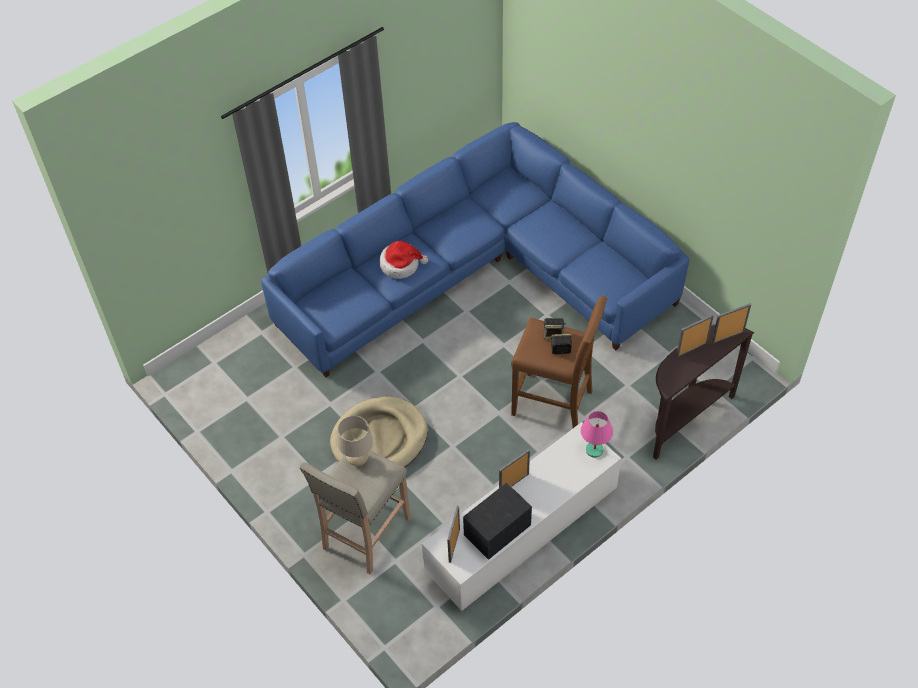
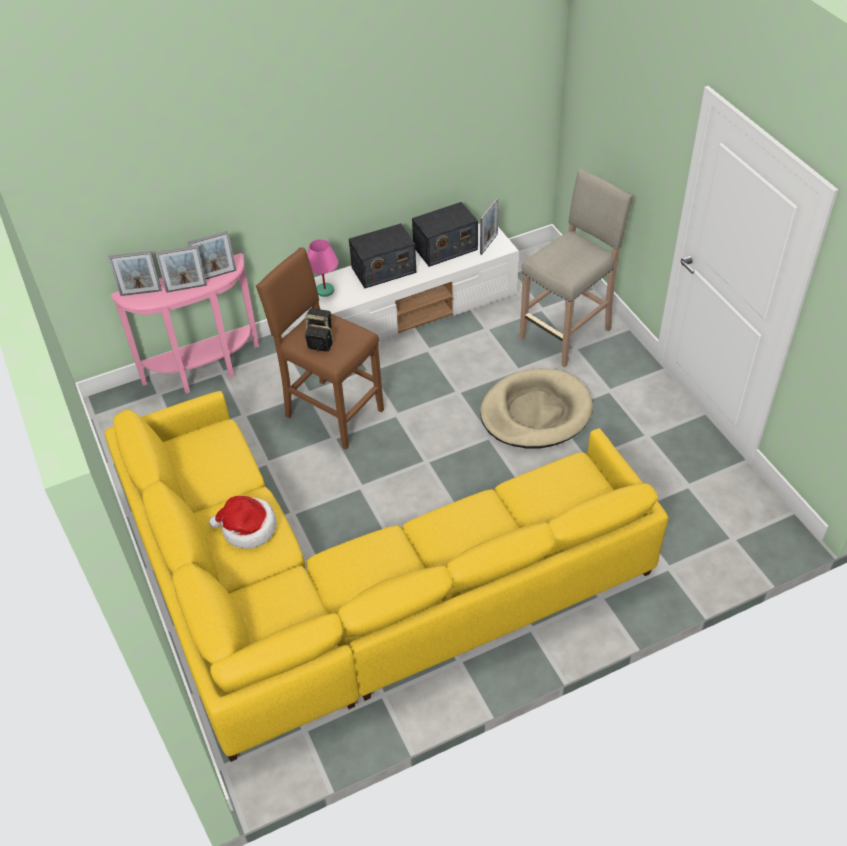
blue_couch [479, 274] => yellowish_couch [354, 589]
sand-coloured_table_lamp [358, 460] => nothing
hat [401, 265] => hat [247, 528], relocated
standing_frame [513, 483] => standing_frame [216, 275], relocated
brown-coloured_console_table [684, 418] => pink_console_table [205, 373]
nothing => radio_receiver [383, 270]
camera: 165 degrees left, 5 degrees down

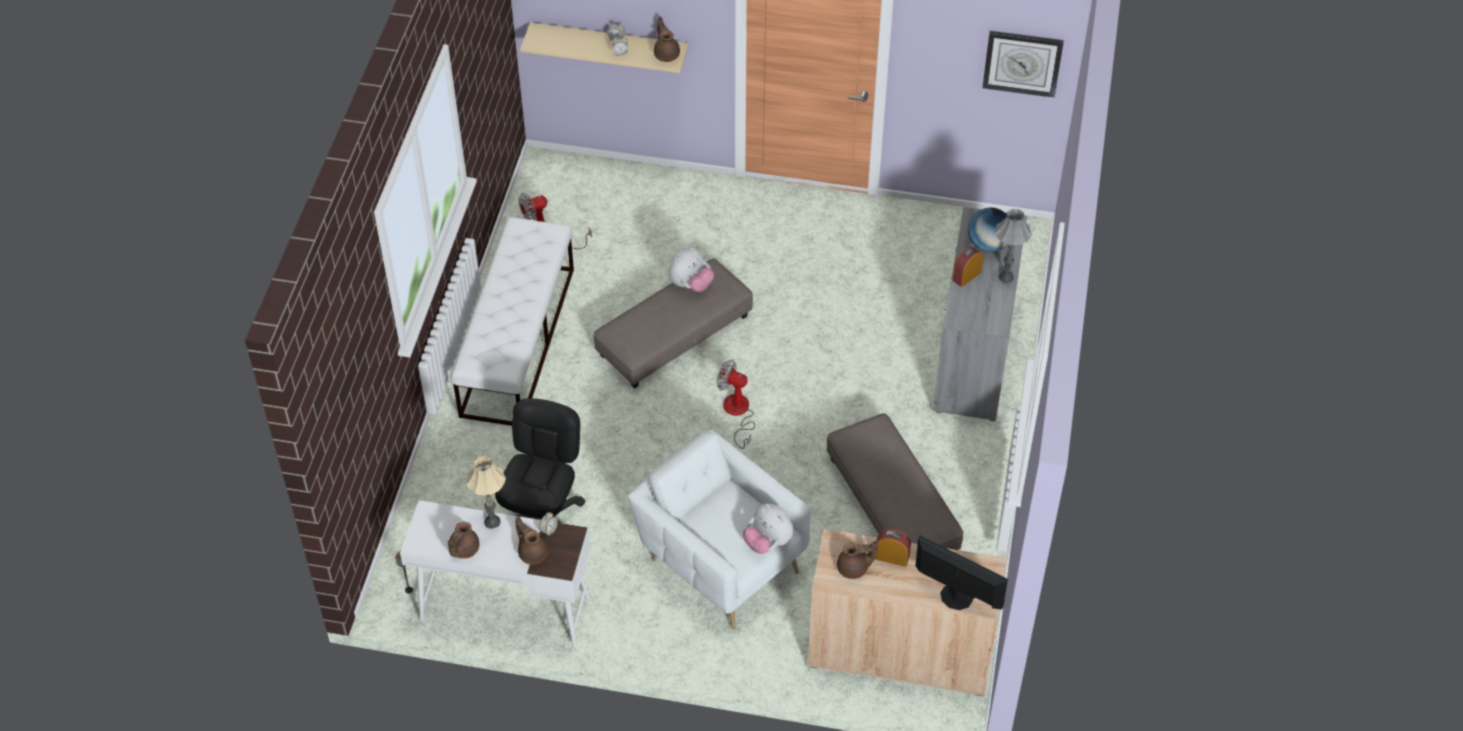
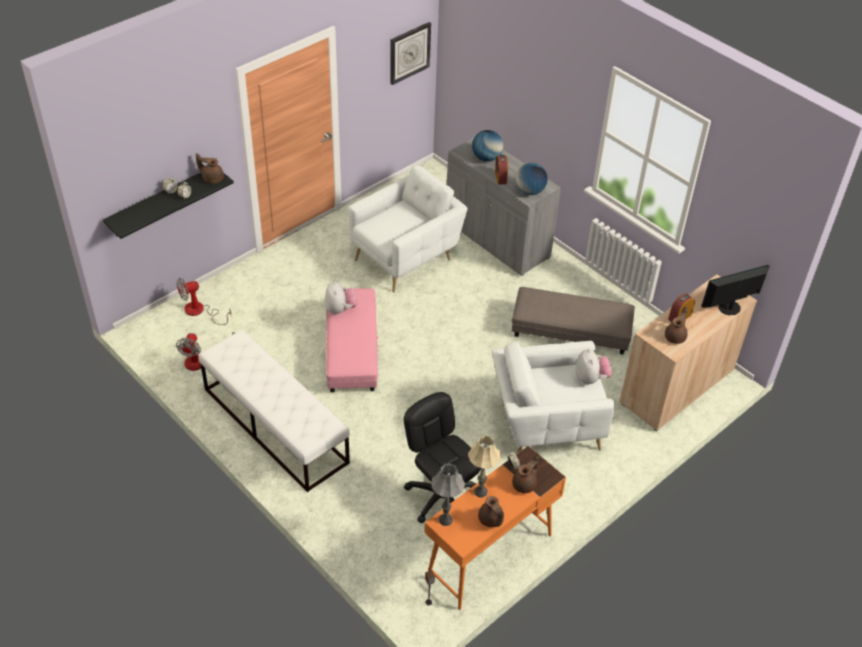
white_desk [504, 608] => orange_desk [489, 556]
brown-coloured_pot_for_tea [532, 552] => brown-coloured_pot_for_tea [525, 484], 135 degrees clockwise
sand-coloured_bracket_shelf [609, 45] => black_bracket_shelf [162, 202]
gray_footrest [674, 336] => pink_footrest [352, 349]
fan [737, 413] => fan [200, 311], relocated
soft_toy [768, 542] => soft_toy [590, 378], 90 degrees counterclockwise
gray_table_lamp [1006, 277] => gray_table_lamp [445, 520], relocated
nothing => white_lounge_chair [406, 258]
nothing => world_globe [529, 191]
camera: 55 degrees left, 5 degrees down

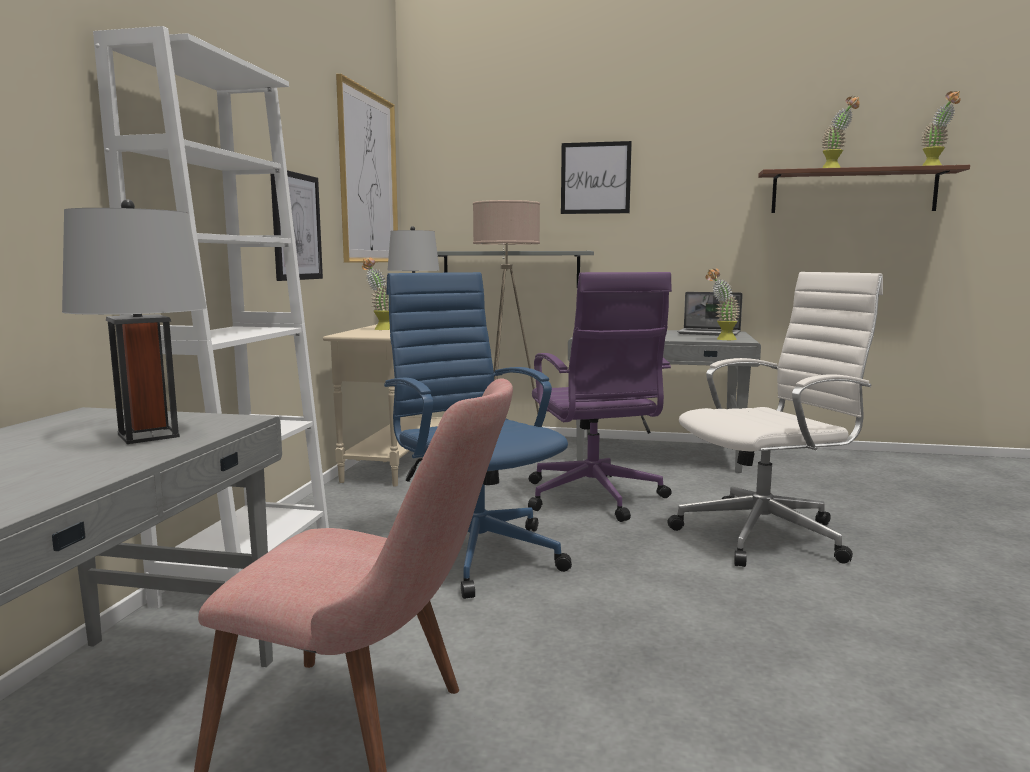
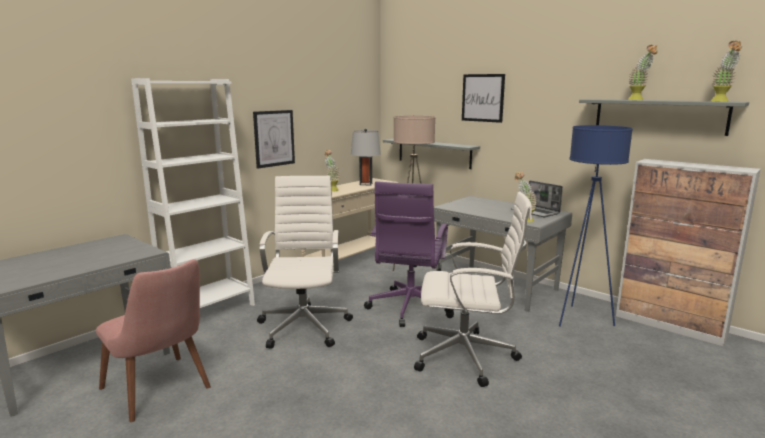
gray_table_lamp [148, 435] => nothing
wall_picture [368, 178] => nothing
blue_desk_chair [474, 553] => white_desk_chair [305, 326]
brown-coloured_bracket_shelf [853, 191] => gray_bracket_shelf [659, 116]
nothing => blue_floor_lamp [581, 319]
nothing => cabinet [670, 325]
camera: 30 degrees right, 5 degrees up

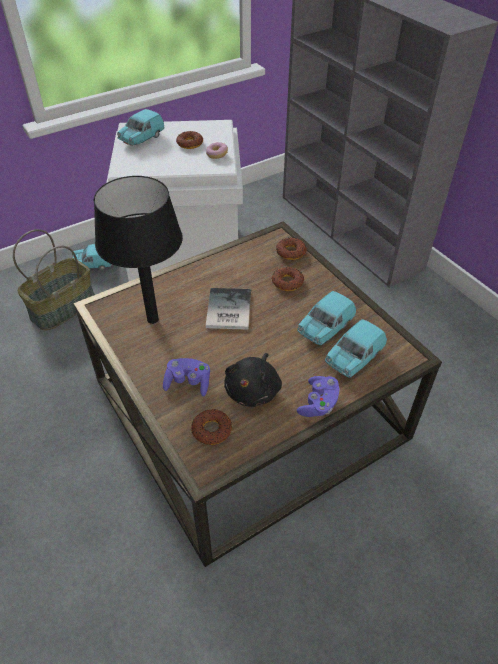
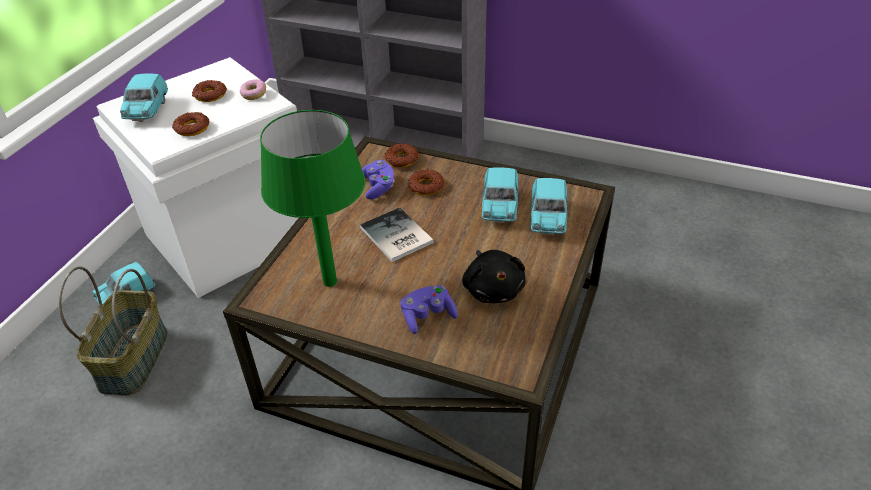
black_table_lamp [152, 319] => green-coloured_table_lamp [329, 282]
doughnut [212, 430] => doughnut [192, 128], relocated
purple-coloured_game_controller [318, 403] => purple-coloured_game_controller [378, 187], relocated
camera: 35 degrees left, 5 degrees down

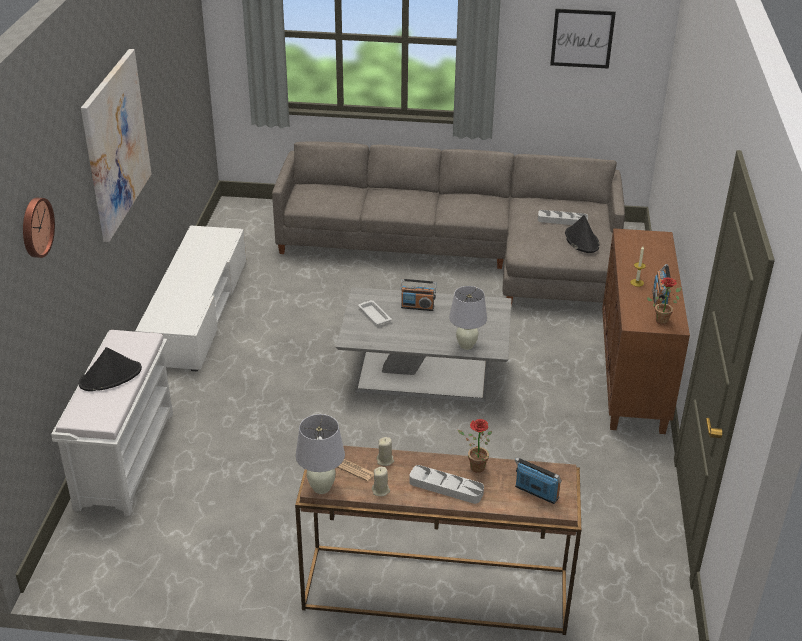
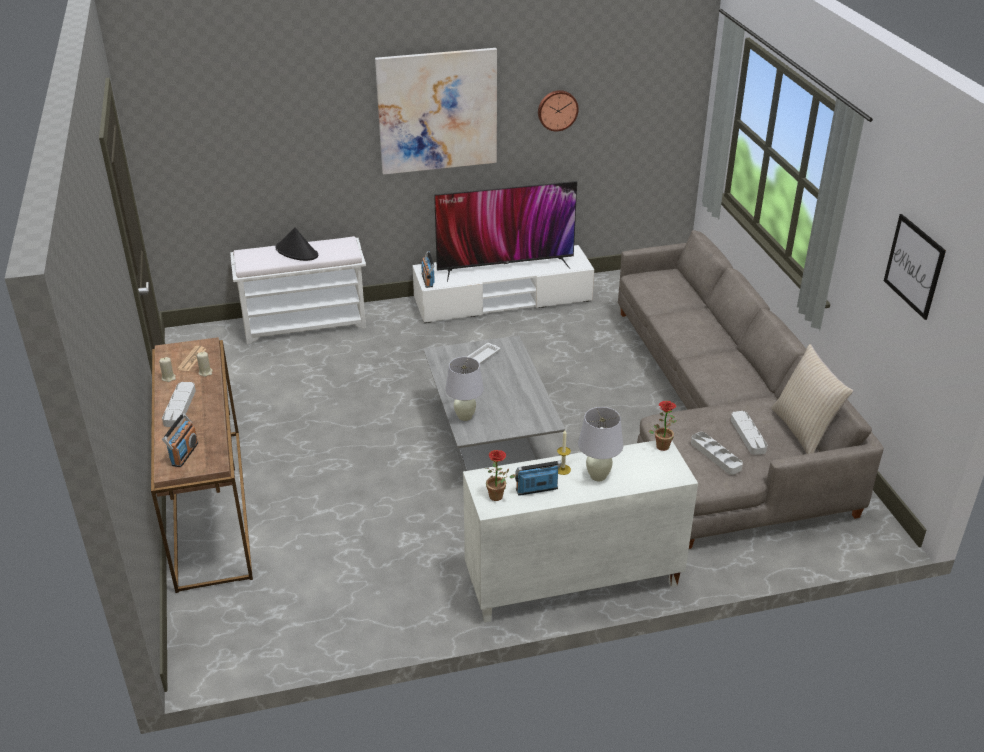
wall_clock [35, 227] => wall_clock [557, 110], relocated
white_table_lamp [321, 488] => white_table_lamp [598, 476], relocated
radio_receiver [417, 307] => radio_receiver [427, 280], relocated
potted_plant [474, 467] => potted_plant [661, 444], relocated
black_hat [581, 240] => gray_serving_tray [715, 456]
brown-coloured_cabinet [633, 377] => white_cabinet [572, 583]
nothing => TV [505, 266]
nothing => sand-coloured_cushion [803, 430]
camera: 70 degrees right, 0 degrees up

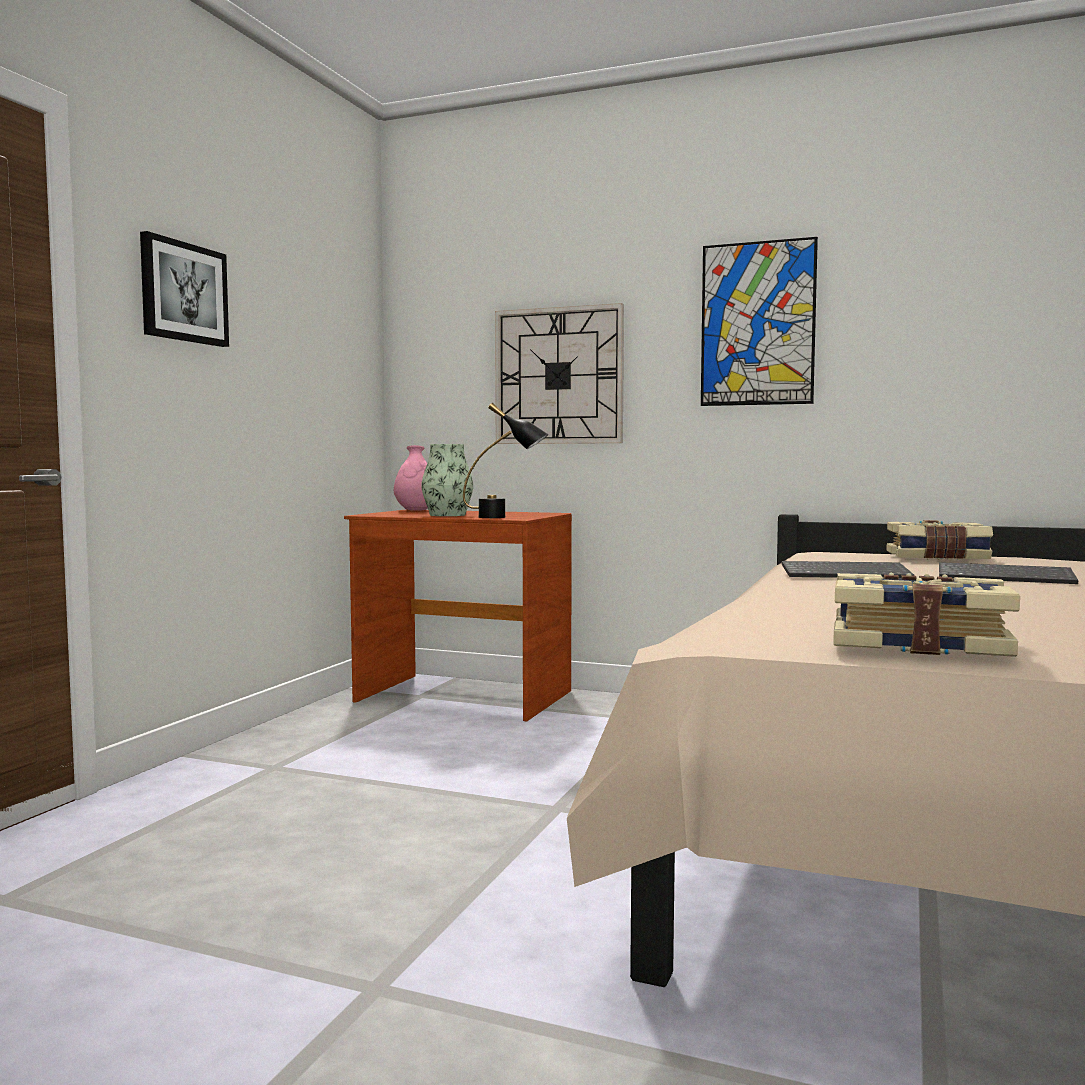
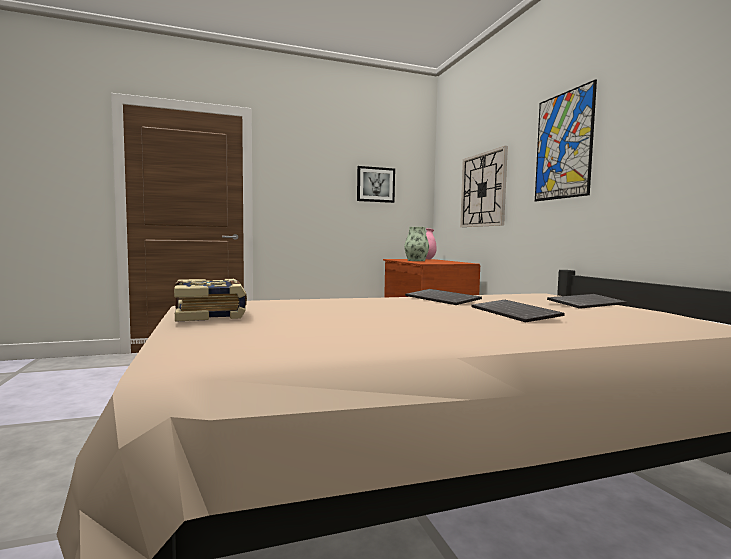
wall_picture [183, 292] => wall_picture [375, 184], relocated
black_table_lamp [505, 517] => nothing
book [937, 557] => computer_keyboard [586, 303]
camera: 50 degrees right, 0 degrees up

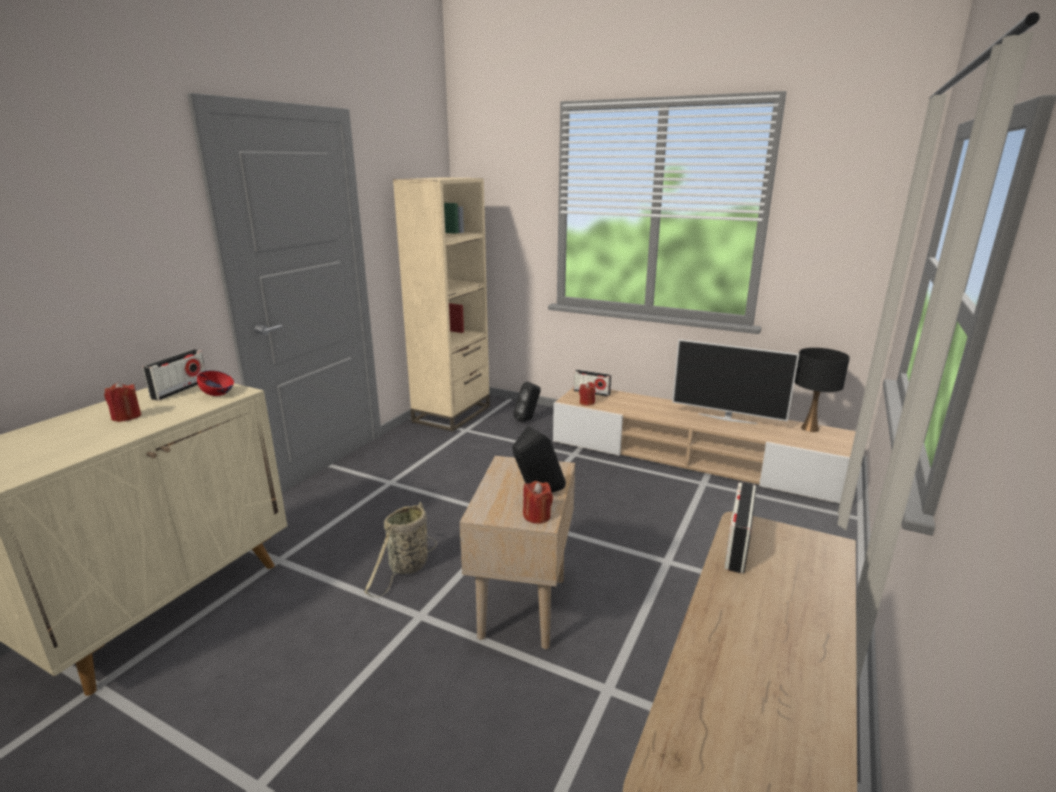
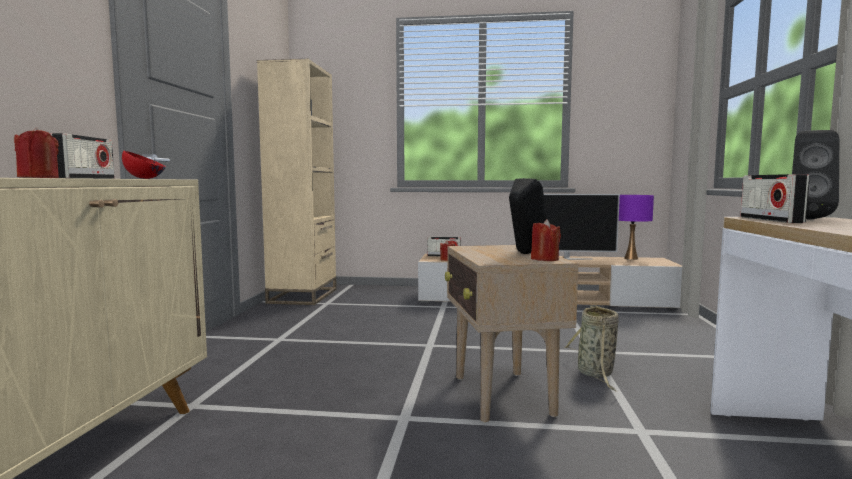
storage_basket [407, 568] => storage_basket [596, 374], relocated
black_loudspeaker [528, 419] => black_loudspeaker [809, 219], relocated
black_table_lamp [809, 428] => purple-coloured_table_lamp [630, 258]
camera: 20 degrees left, 15 degrees down

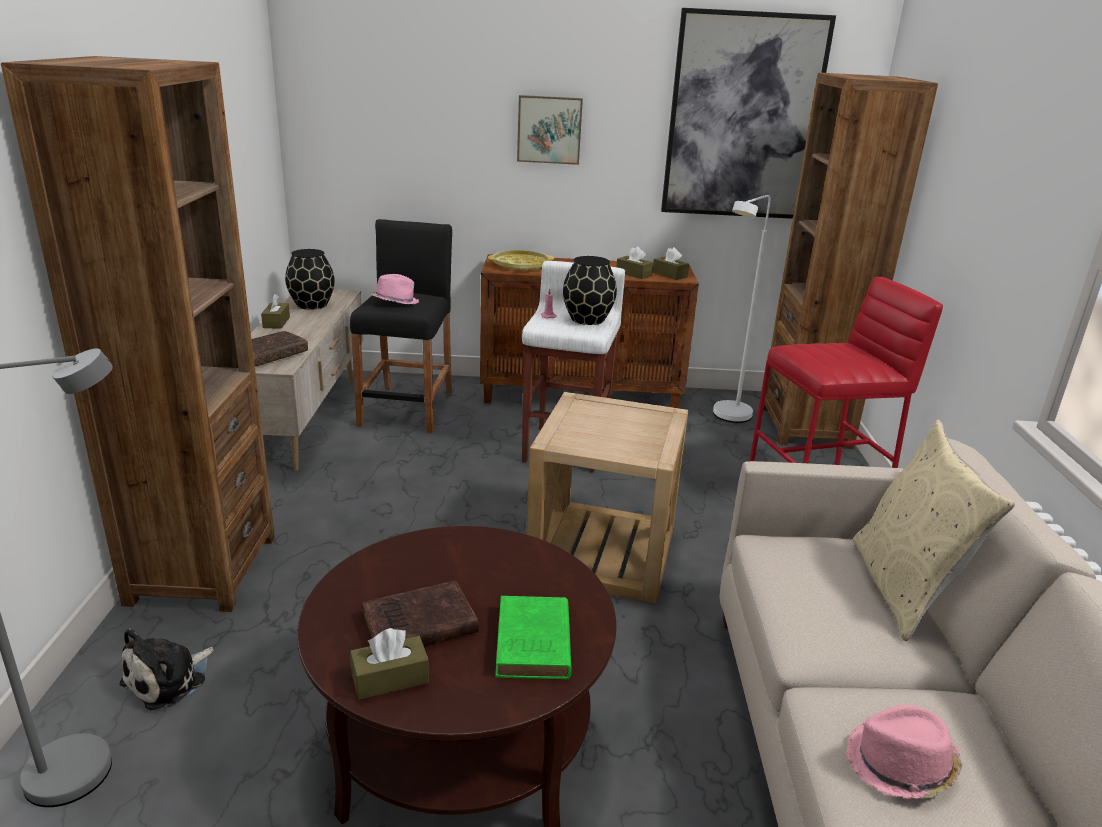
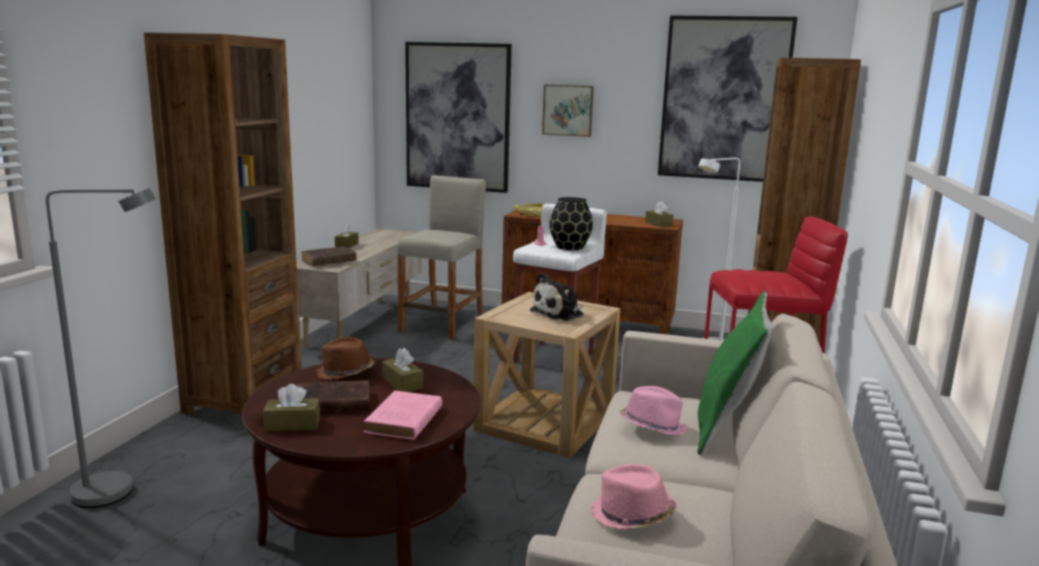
soft_toy [169, 680] => soft_toy [559, 313], relocated
black_vase [311, 305] => nothing
black_stool_seat [407, 409] => sand-coloured_stool_seat [443, 323]
pink_hat [395, 302] => pink_hat [652, 426], relocated
green-coloured_book [533, 644] => pink_book [403, 421]
brown-coloured_tissue_box [633, 274] => brown-coloured_tissue_box [402, 383], relocated
sand-coloured_cushion [904, 589] => green-coloured_cushion [727, 428]
nothing => brown-coloured_hat [345, 373]
nothing => wall_picture [458, 117]
camera: 15 degrees right, 10 degrees down

